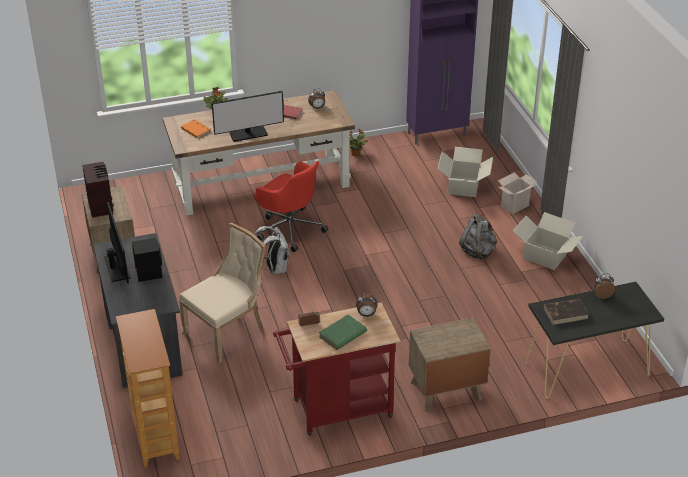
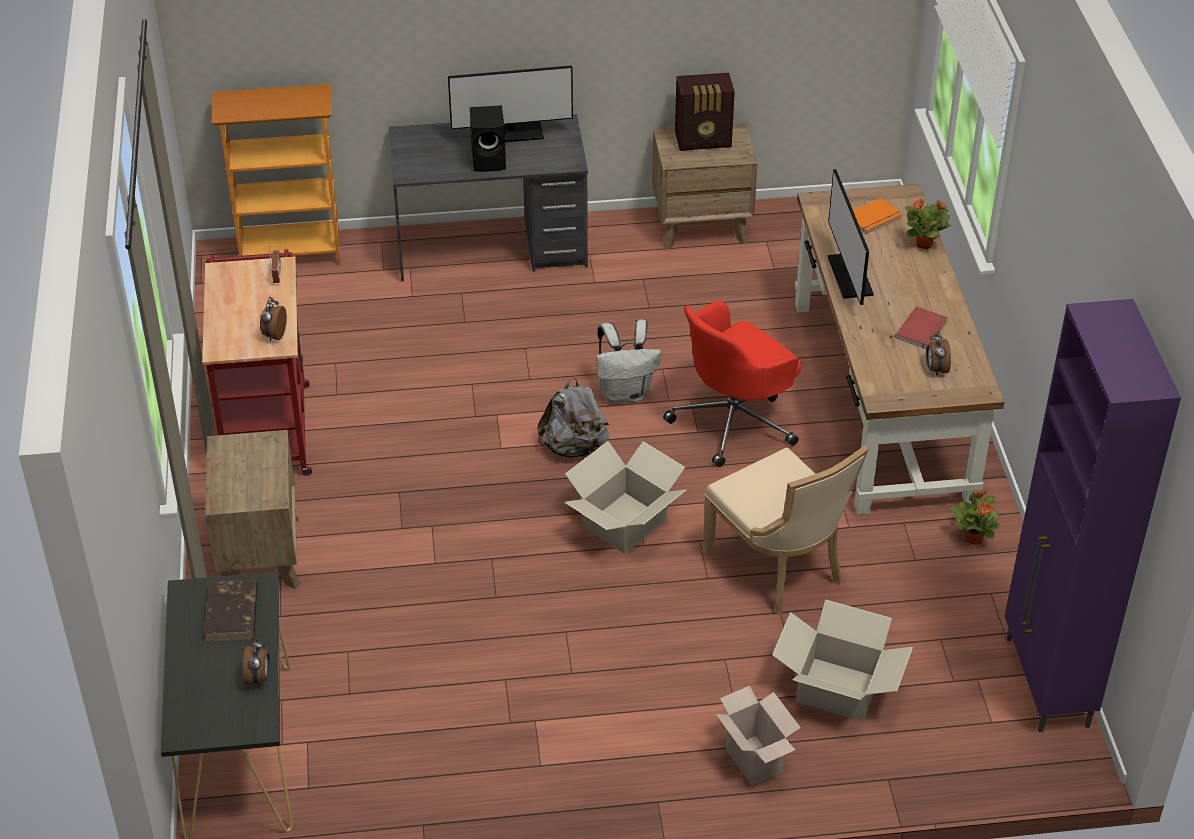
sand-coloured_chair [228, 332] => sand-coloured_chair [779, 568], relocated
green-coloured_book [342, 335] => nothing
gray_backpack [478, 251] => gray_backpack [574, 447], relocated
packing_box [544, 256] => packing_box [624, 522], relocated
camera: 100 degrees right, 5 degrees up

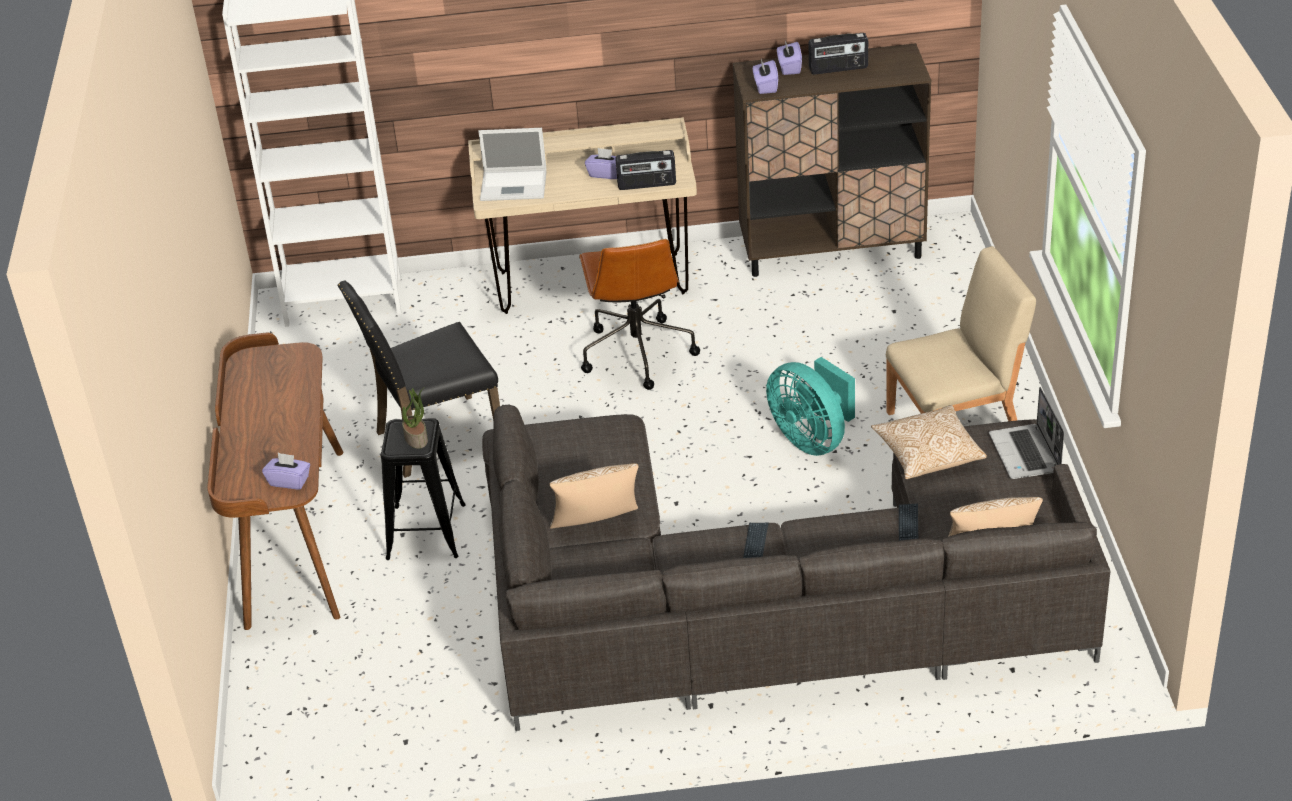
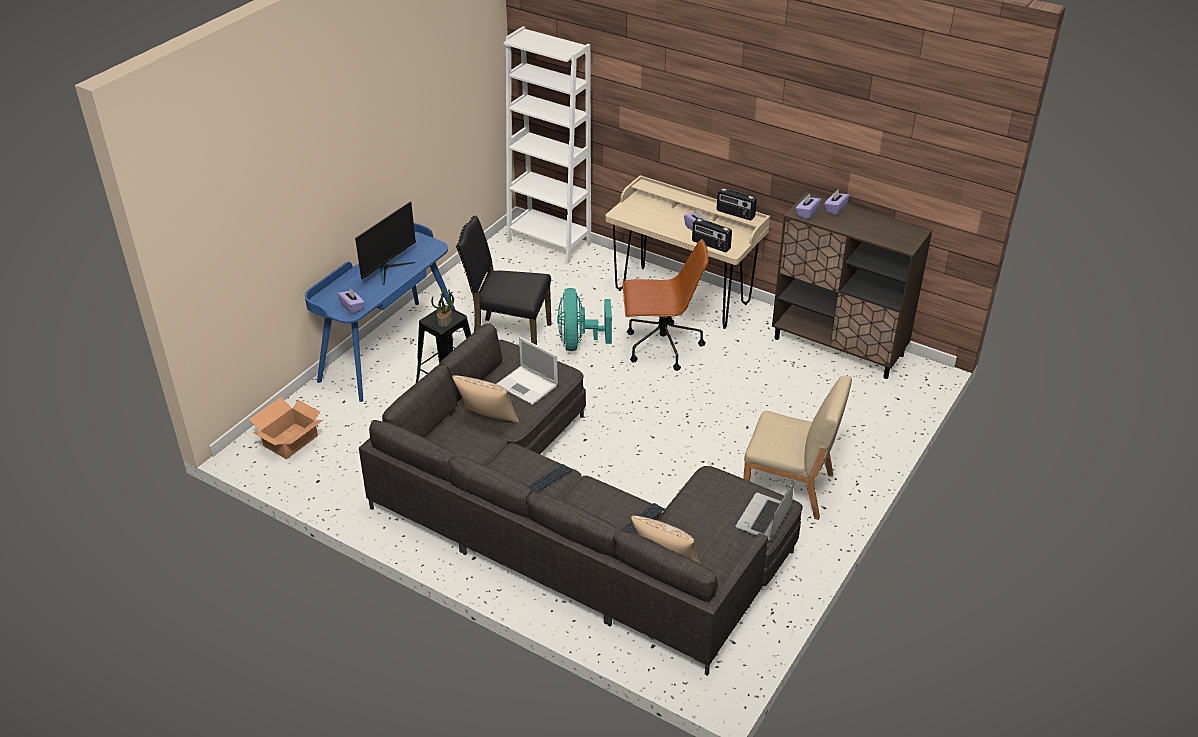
brown-coloured_desk [293, 536] => blue_desk [389, 349]
laptop [515, 185] => laptop [528, 386], relocated
brown-coloured_desk_chair [637, 352] => brown-coloured_desk_chair [661, 347], 120 degrees counterclockwise
turquoise-coloured_fan [812, 439] => turquoise-coloured_fan [579, 342], relocated
radio_receiver [838, 69] => radio_receiver [735, 214], relocated
cushion [928, 455] => nothing
nothing => packing_box [291, 441]
nothing => computer_display [388, 268]
camera: 35 degrees right, 0 degrees up

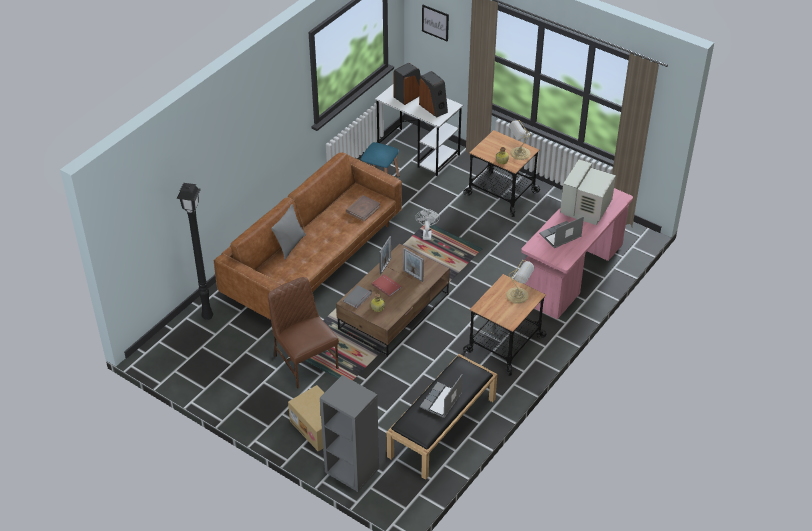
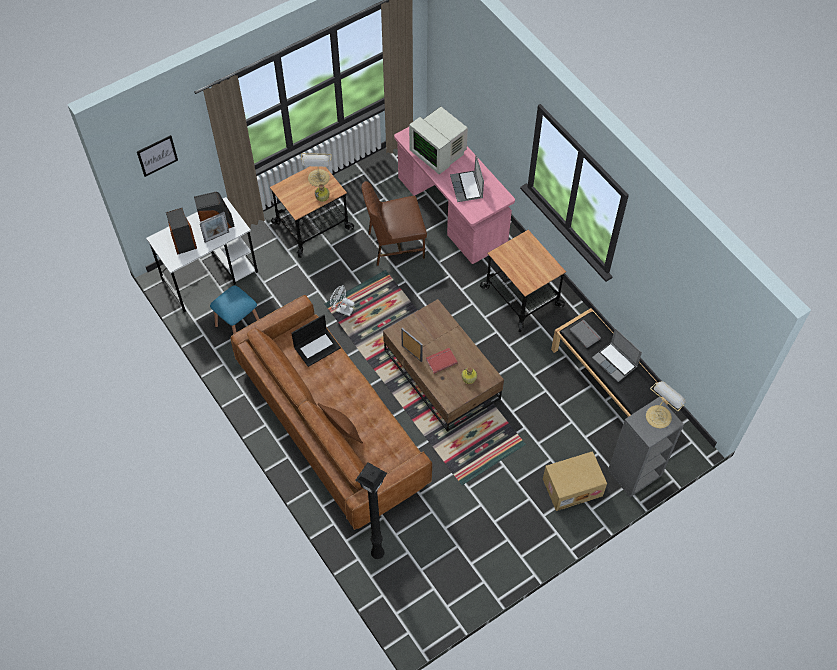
brown-coloured_chair [305, 361] => brown-coloured_chair [394, 244], relocated
gray_cushion [290, 245] => brown-coloured_cushion [342, 432]
gray_book [358, 298] => gray_book [585, 334], relocated
brown-coloured_book [363, 209] => laptop [317, 347]
standing_frame [413, 276] => standing_frame [217, 236], relocated
table_lamp [518, 295] => table_lamp [659, 415], relocated
camera: 70 degrees left, 15 degrees up

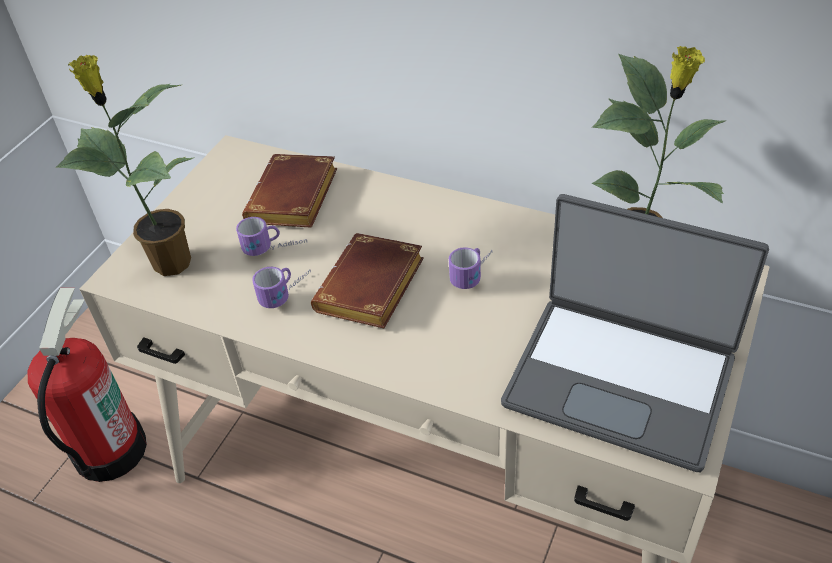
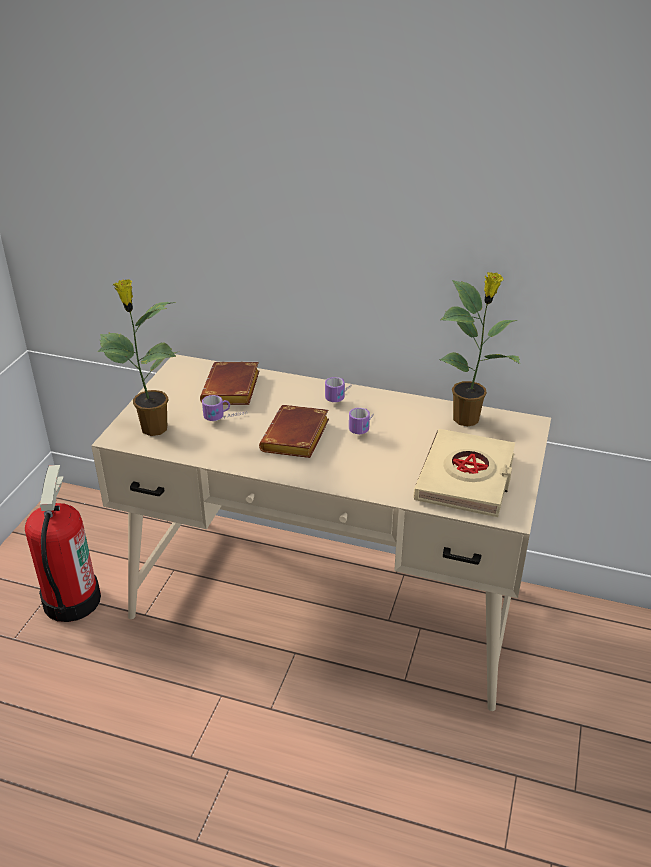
tea_mug [288, 293] => tea_mug [340, 397], relocated
laptop [621, 379] => sand-coloured_book [466, 478]
camera: 10 degrees left, 10 degrees down

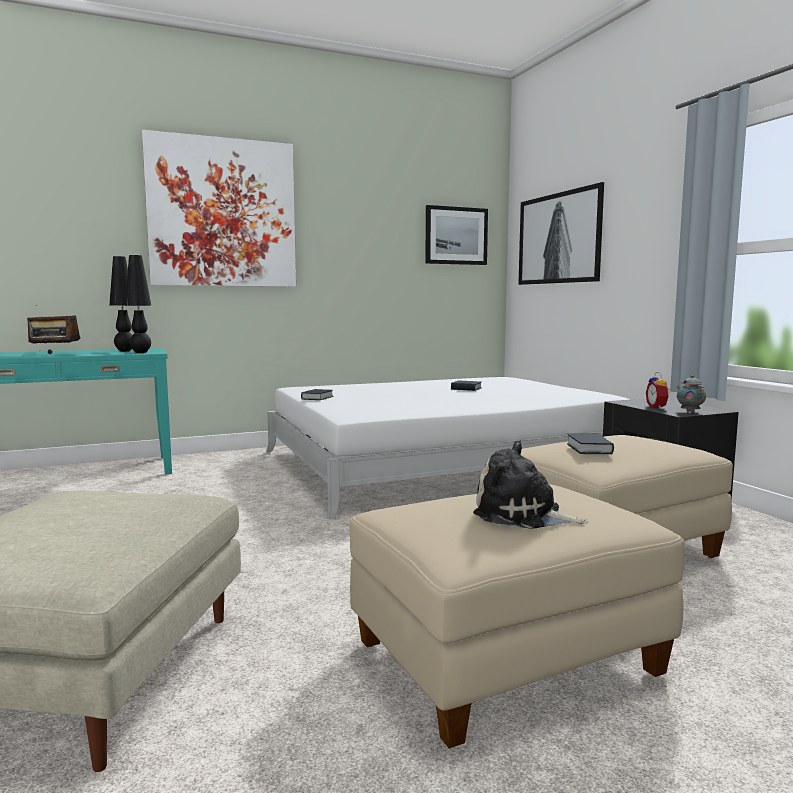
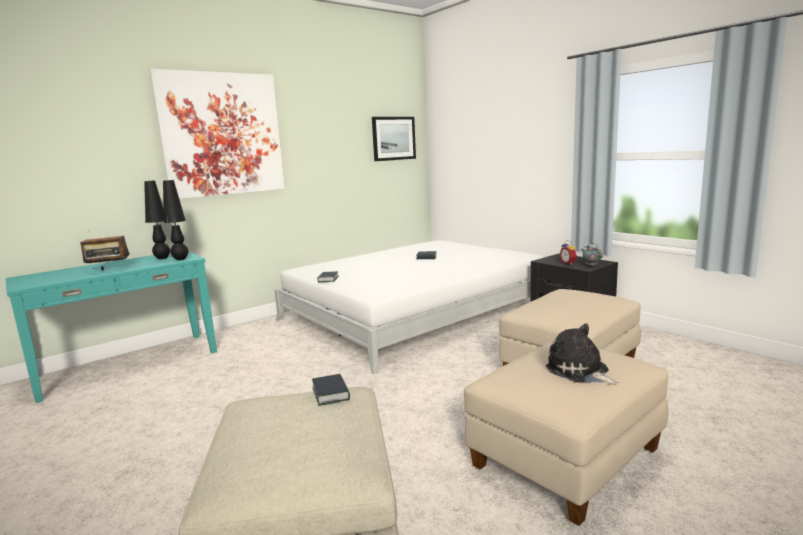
soft_toy [522, 515] => soft_toy [579, 371], 45 degrees clockwise
wall_picture [558, 238] => nothing
book [589, 449] => book [331, 394], relocated
camera: 15 degrees left, 5 degrees up

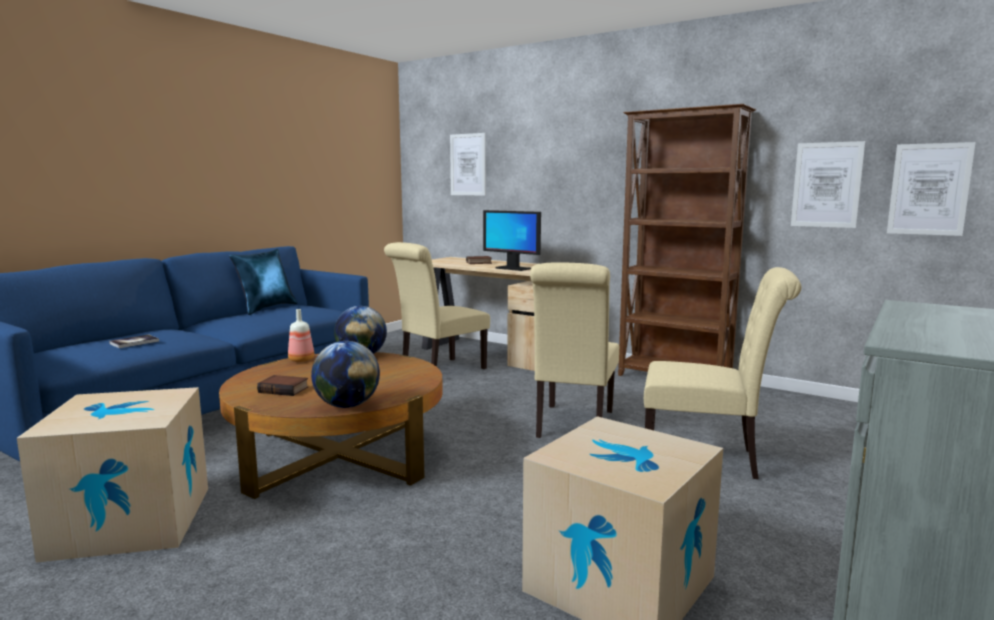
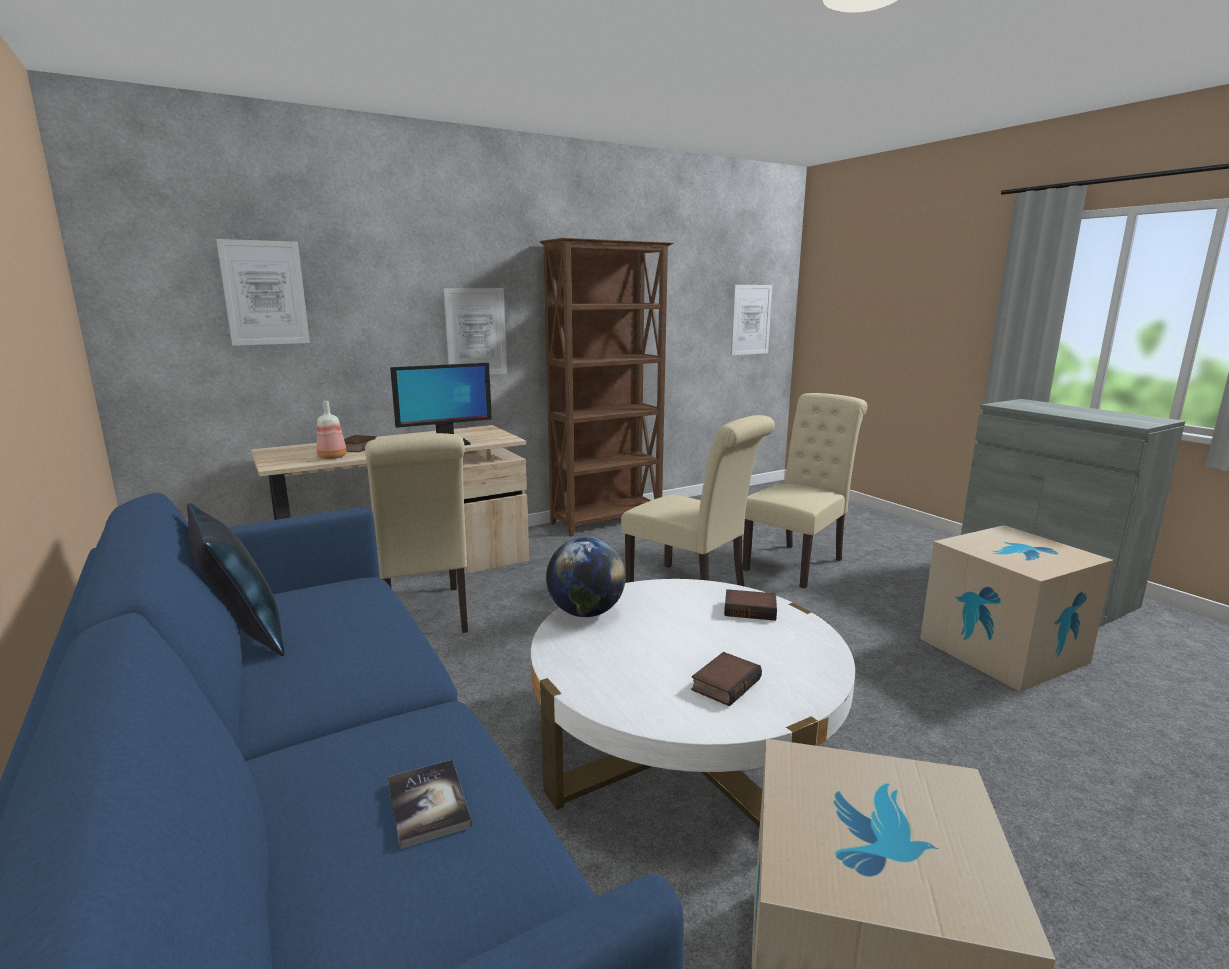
brown-coloured_low_table [339, 455] => white_low_table [685, 745]
bottle [302, 360] => bottle [333, 457], relocated
world_globe [347, 406] => nothing
wall_picture [826, 185] => wall_picture [476, 332], relocated
nothing => book [751, 609]
camera: 65 degrees left, 5 degrees up

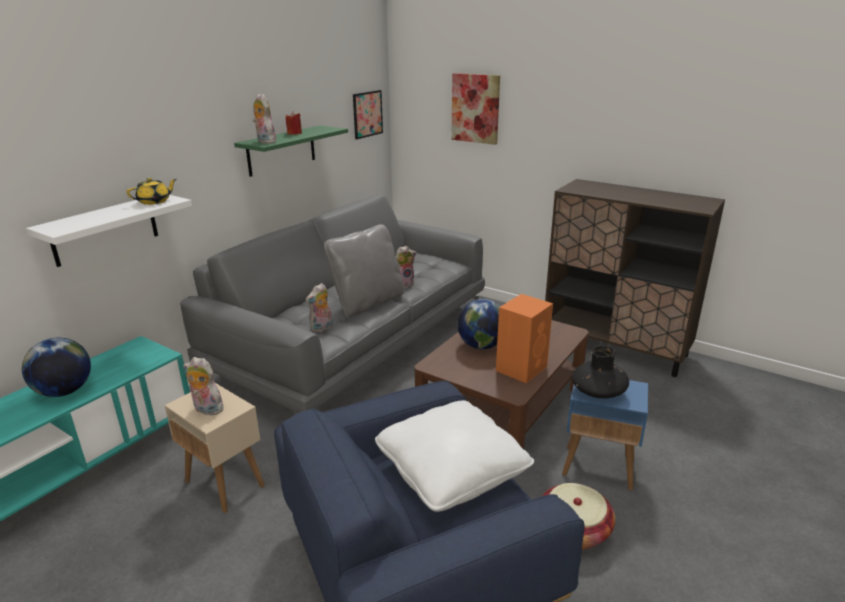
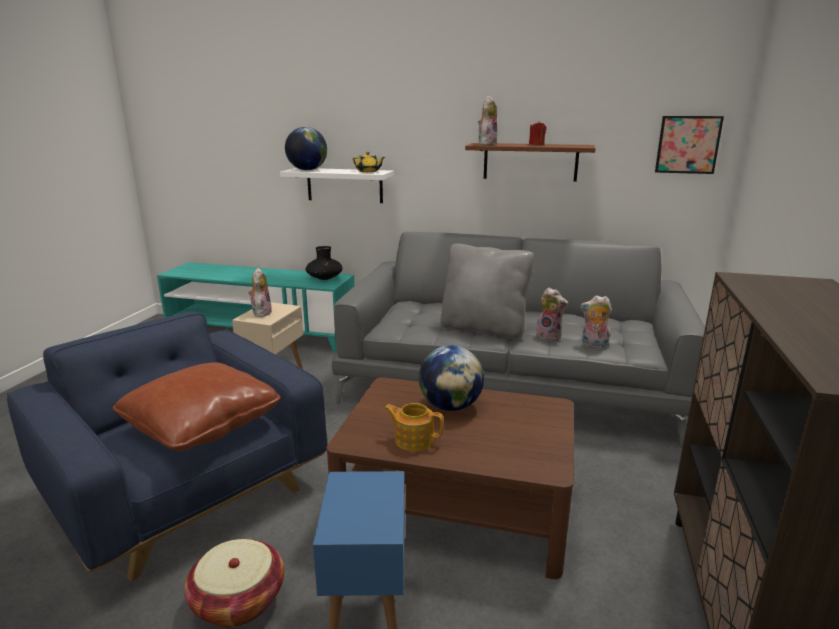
world_globe [64, 391] => world_globe [307, 170], relocated
green-coloured_bracket_shelf [281, 150] => brown-coloured_bracket_shelf [530, 162]
soft_toy [322, 328] => soft_toy [593, 345], relocated
white_cushion [451, 470] => brown-coloured_cushion [202, 424]
wall_picture [475, 108] => nothing
orange_loudspeaker [522, 368] => pot_for_tea [413, 440]
black_vase [598, 392] => black_vase [324, 278], relocated
camera: 70 degrees right, 5 degrees down

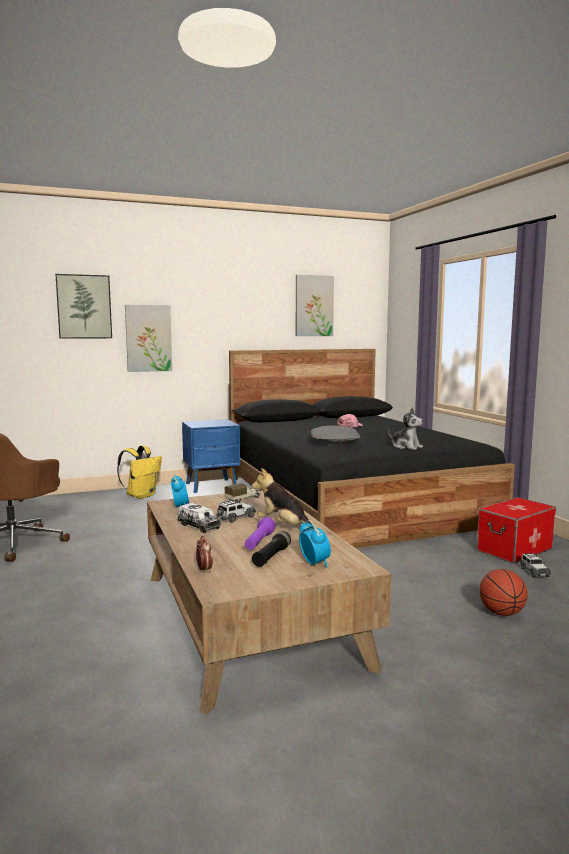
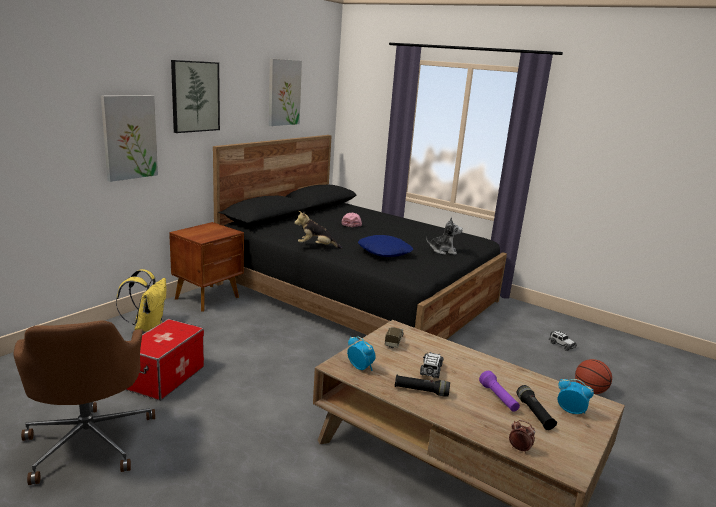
wall_picture [84, 306] => wall_picture [195, 96], relocated
toy_lorry [199, 526] => black_flashlight [421, 391]
blue_night_table [212, 486] => brown-coloured_night_table [208, 298]
soft_toy [284, 527] => soft_toy [316, 247], relocated
gray_cushion [335, 441] => blue_cushion [385, 251]
storage_container [514, 549] => storage_container [165, 377], relocated
camera: 35 degrees left, 10 degrees up

